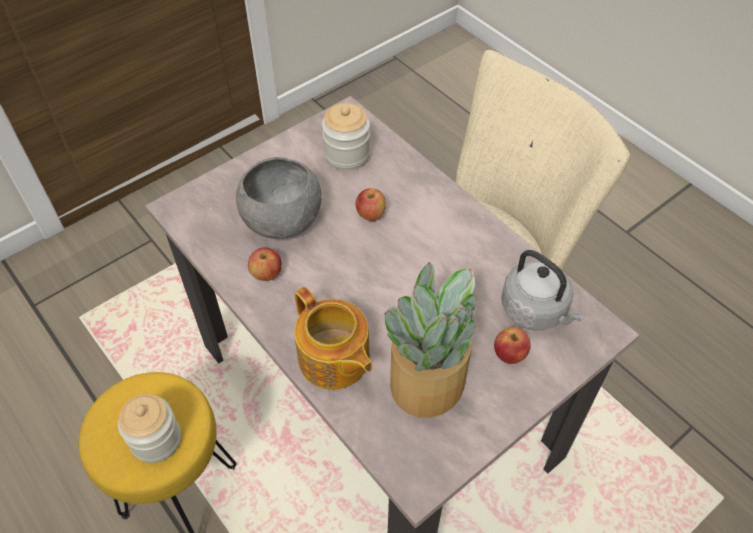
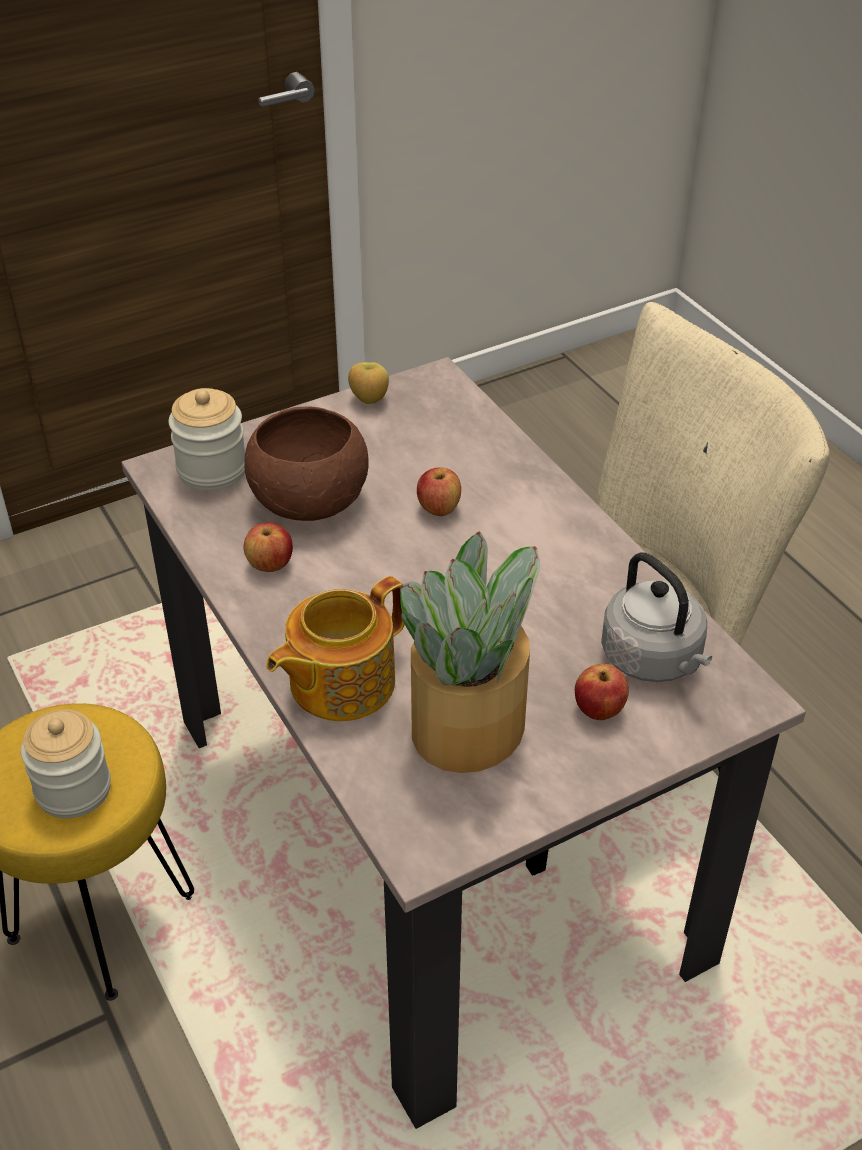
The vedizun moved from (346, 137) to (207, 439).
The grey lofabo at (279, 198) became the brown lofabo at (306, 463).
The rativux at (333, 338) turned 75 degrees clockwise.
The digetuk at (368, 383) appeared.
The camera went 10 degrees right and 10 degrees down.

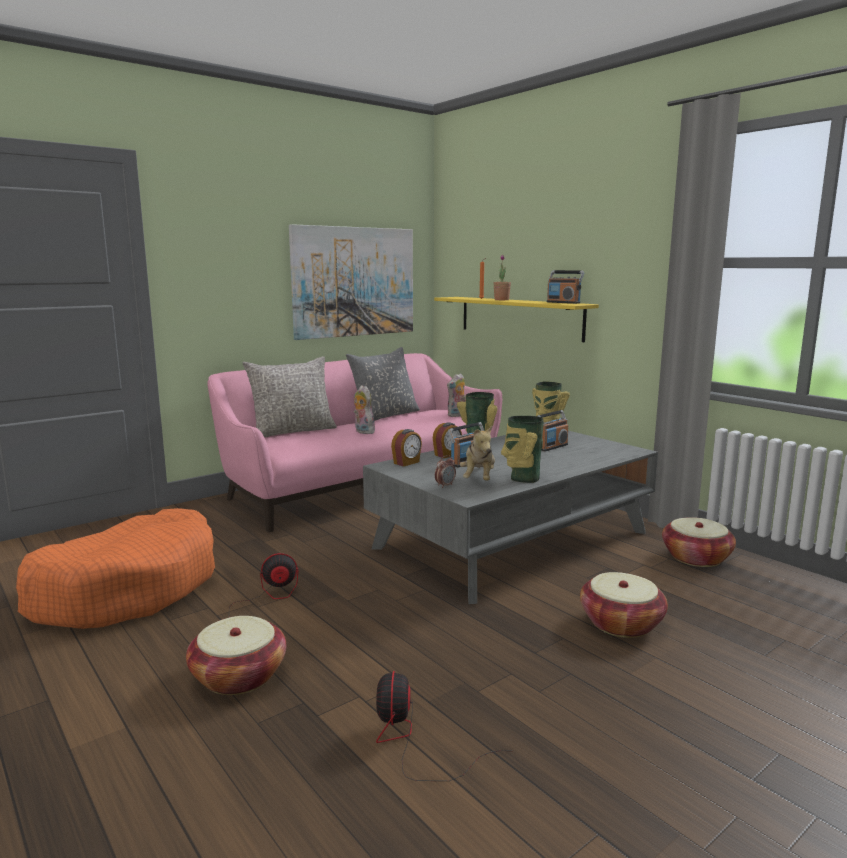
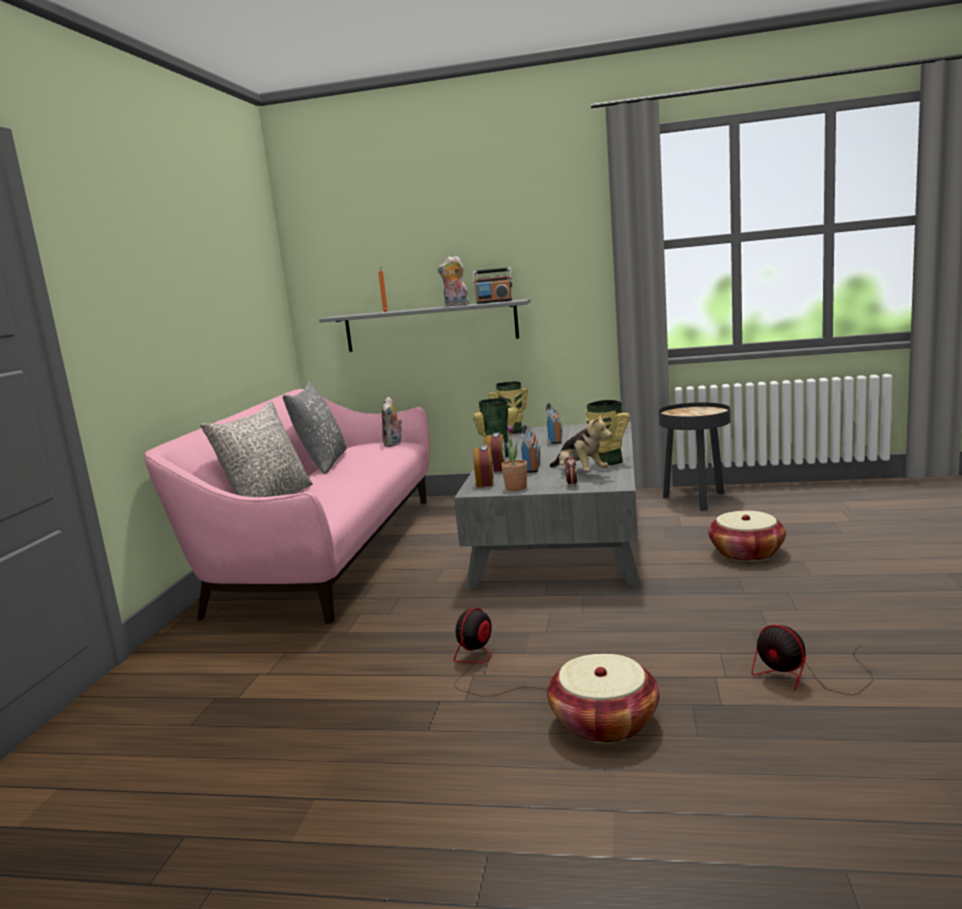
The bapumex at (351, 282) disappeared.
The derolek moved from (502, 277) to (514, 457).
The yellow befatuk at (516, 319) became the grey befatuk at (425, 325).
The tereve moved from (364, 409) to (453, 281).
The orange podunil at (115, 568) disappeared.
The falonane at (699, 542) was replaced by the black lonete at (694, 456).
The camera went 40 degrees left and 0 degrees up.

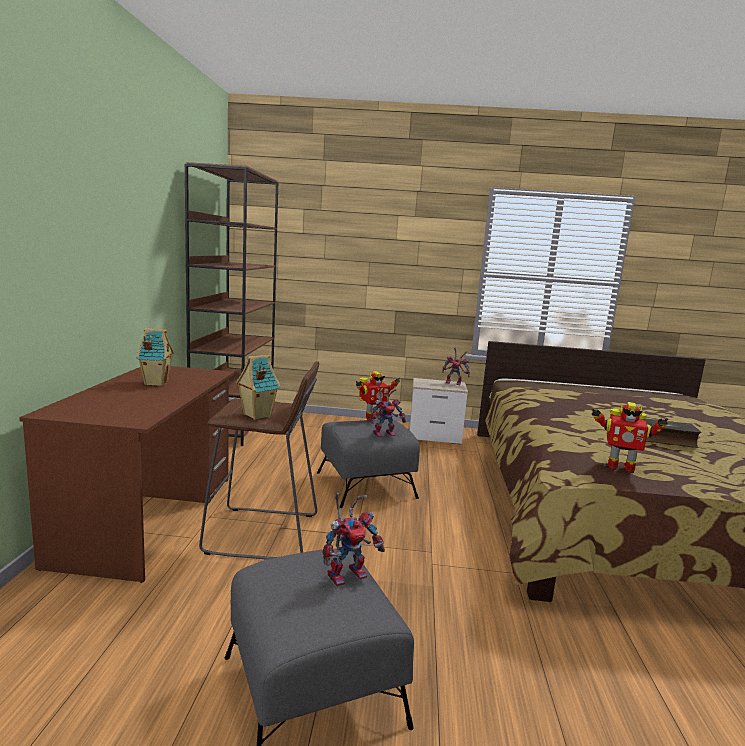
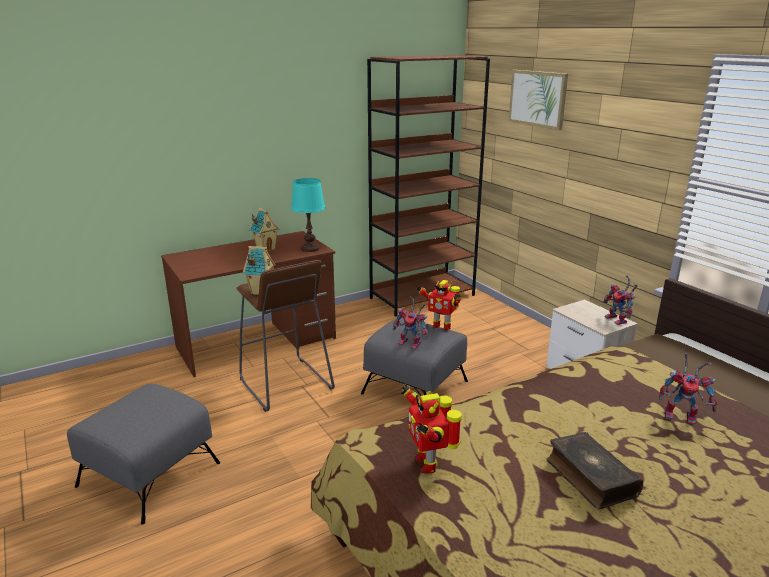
The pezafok moved from (353, 540) to (688, 388).
The bapumex at (538, 100) appeared.
The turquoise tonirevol at (308, 215) appeared.
The camera went 55 degrees right and 10 degrees up.

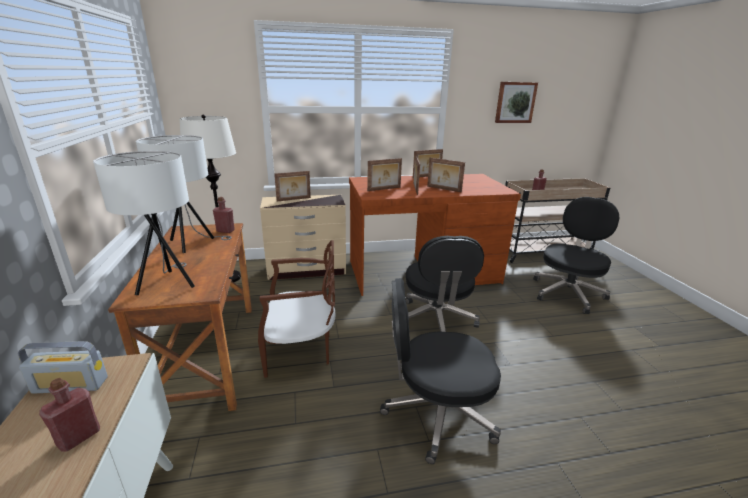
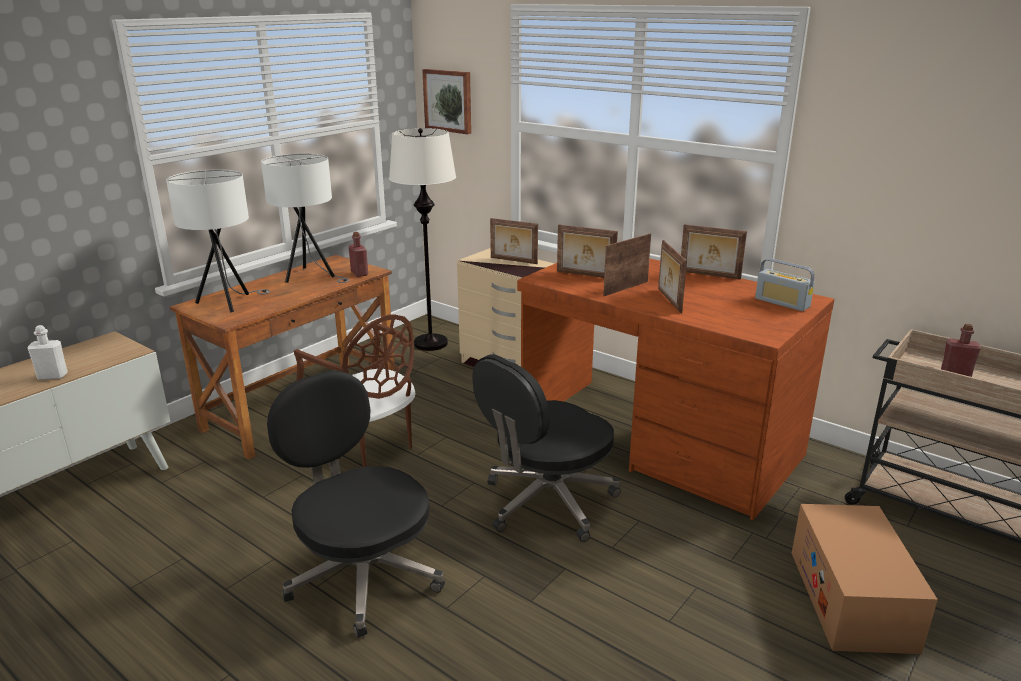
The bapumex moved from (516, 102) to (446, 101).
The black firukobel at (576, 255) was replaced by the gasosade at (865, 579).
The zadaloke moved from (63, 367) to (785, 284).
The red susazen at (69, 415) became the white susazen at (48, 352).
The camera went 50 degrees right and 0 degrees up.

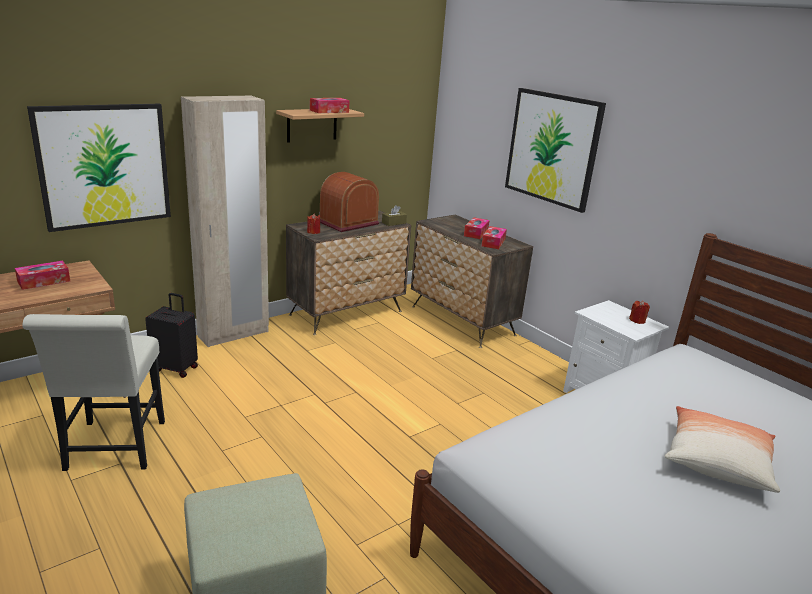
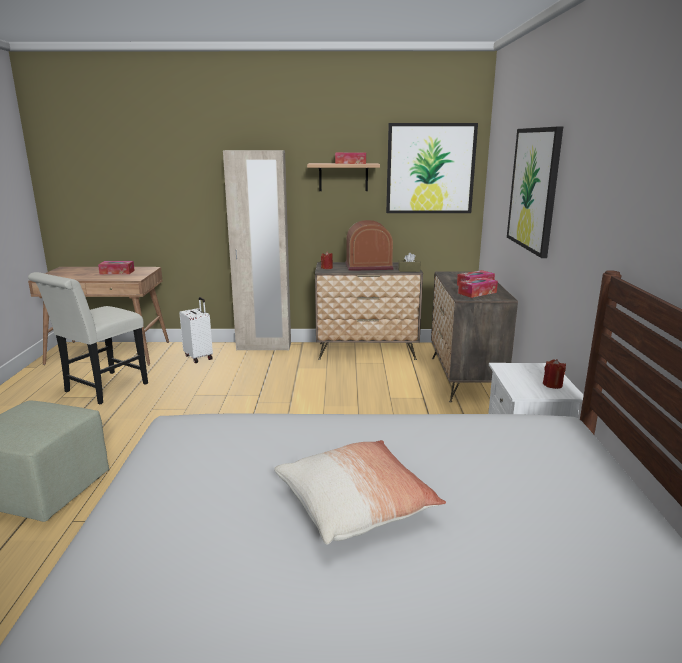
The bapumex moved from (99, 168) to (432, 168).
The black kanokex at (171, 335) became the white kanokex at (196, 330).
The camera went 40 degrees right and 5 degrees down.

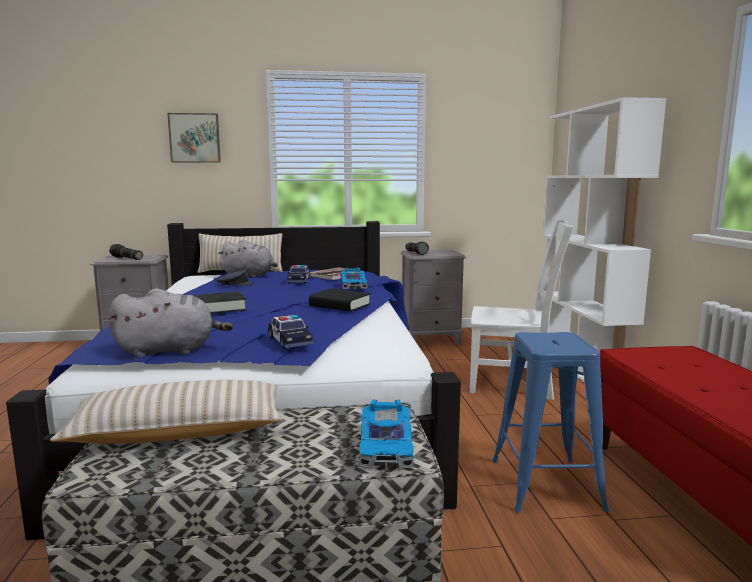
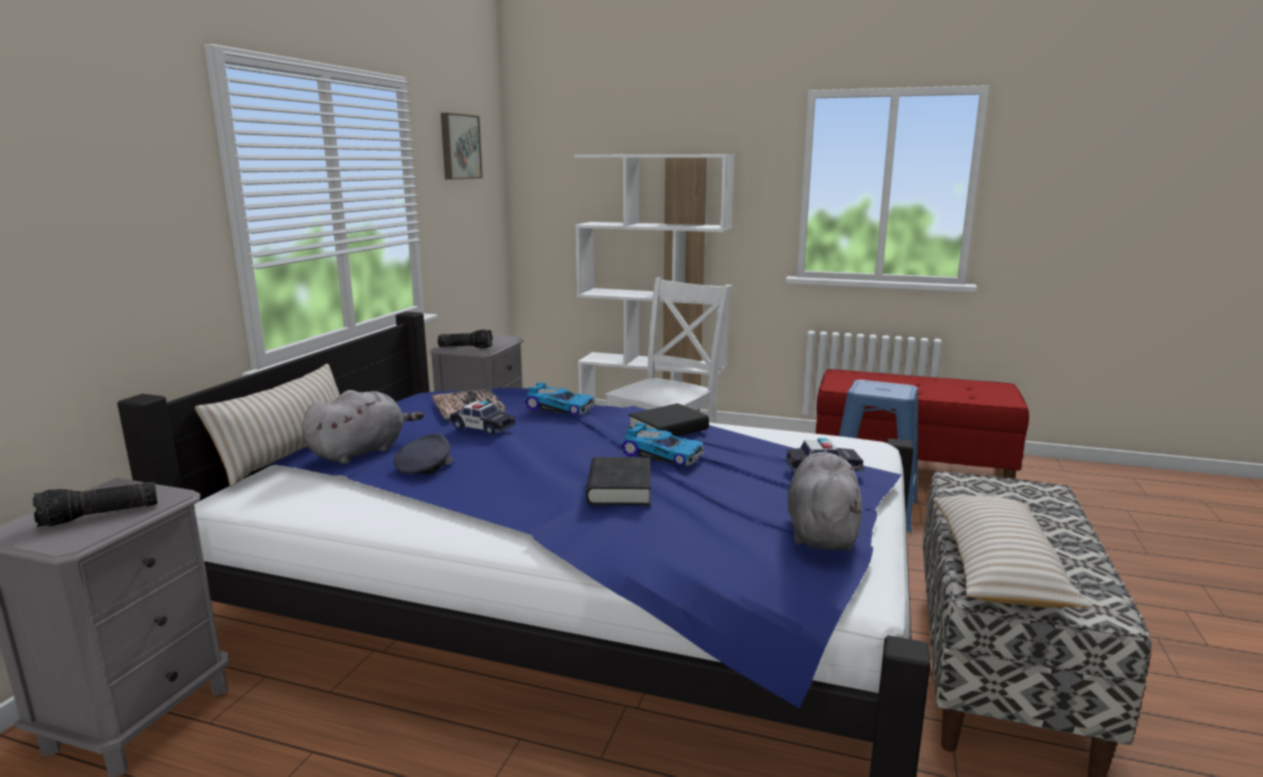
The bapumex moved from (194, 138) to (462, 146).
The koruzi moved from (386, 435) to (662, 444).
The camera went 65 degrees left and 5 degrees up.

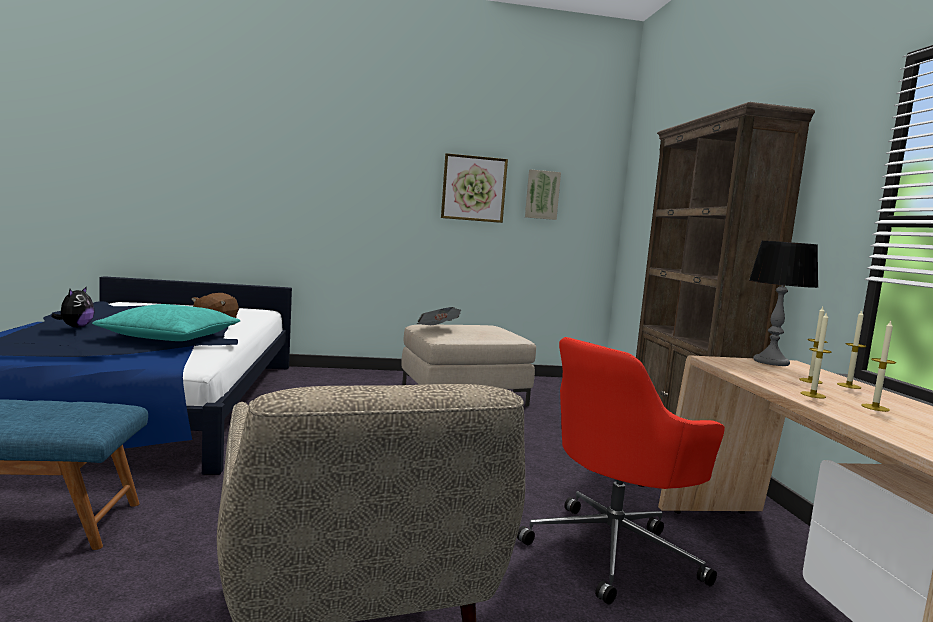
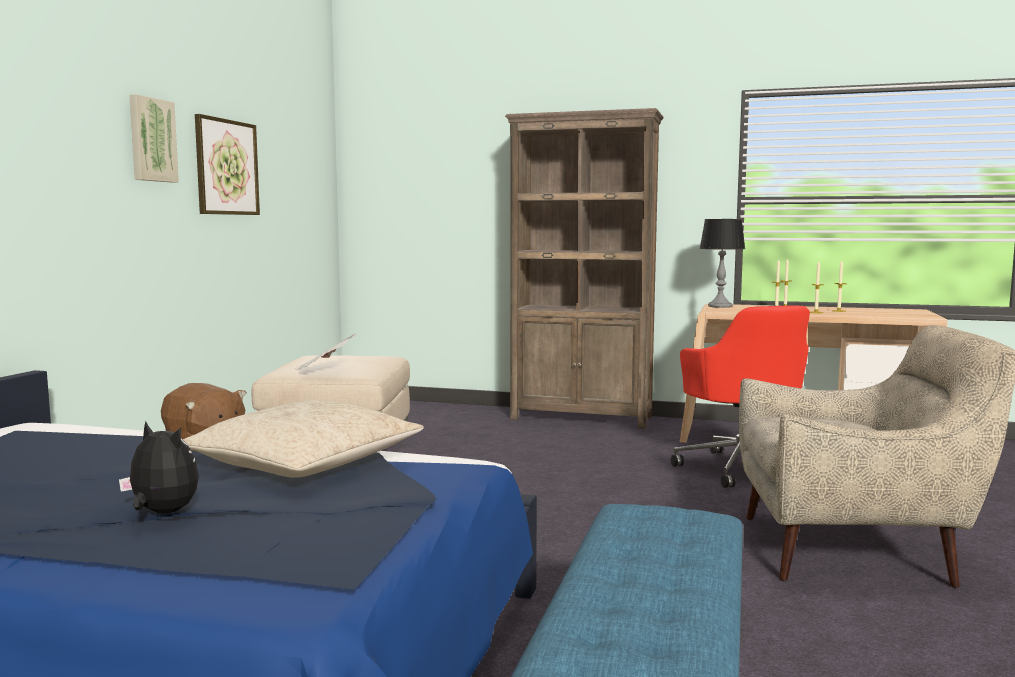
The bapumex moved from (543, 194) to (154, 138).
The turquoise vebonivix at (166, 322) became the beige vebonivix at (303, 439).
The camera went 65 degrees left and 0 degrees up.

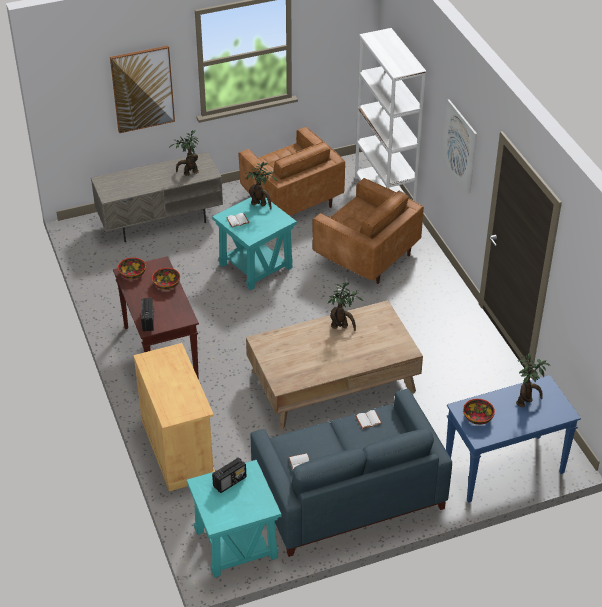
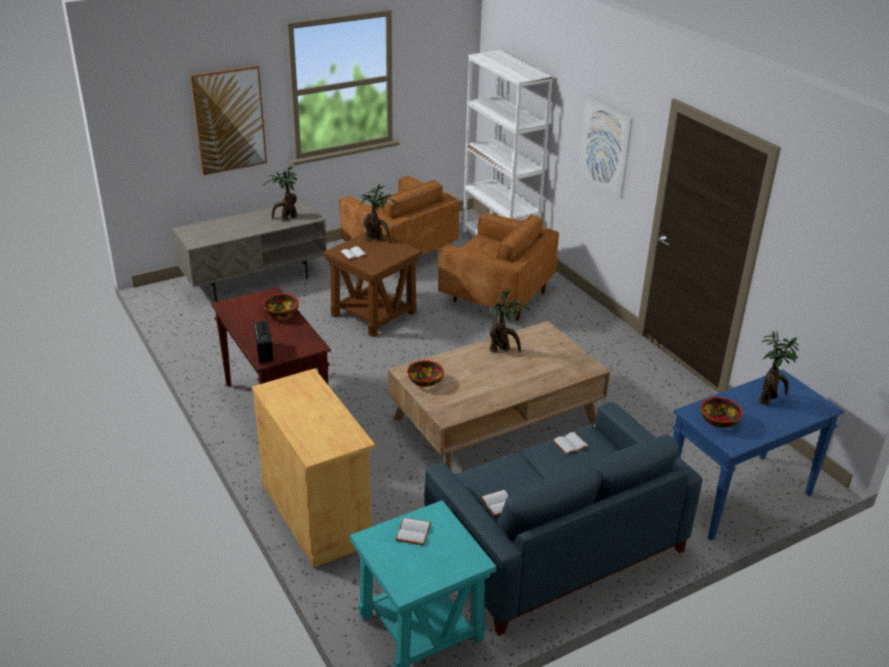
The turquoise lonete at (254, 243) became the brown lonete at (372, 284).
The lofabo moved from (132, 268) to (425, 373).
The zadaloke at (229, 475) was replaced by the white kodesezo at (413, 531).
The camera went 10 degrees left and 10 degrees down.

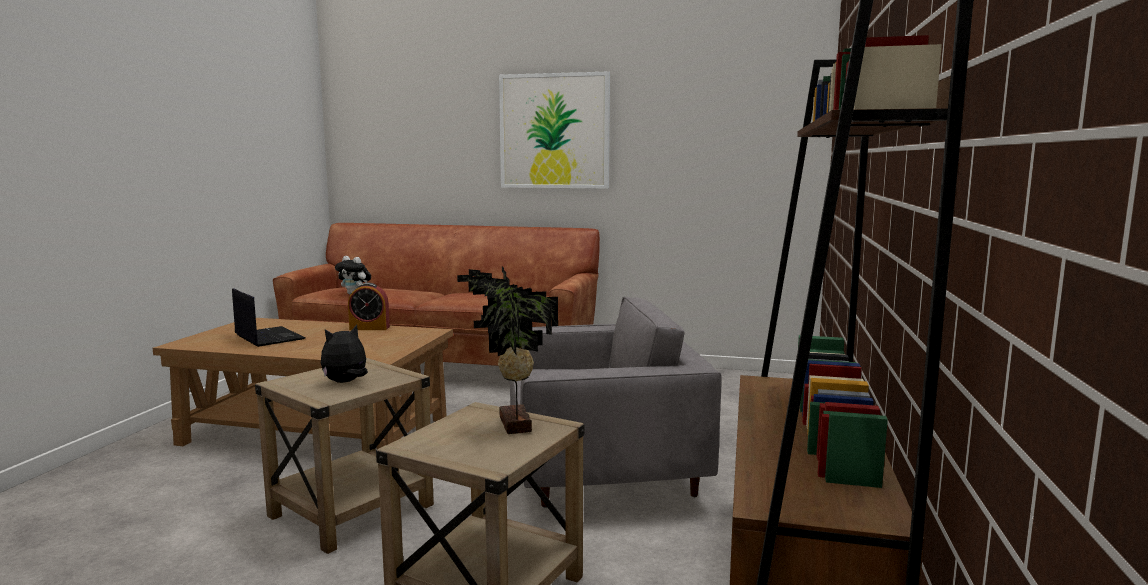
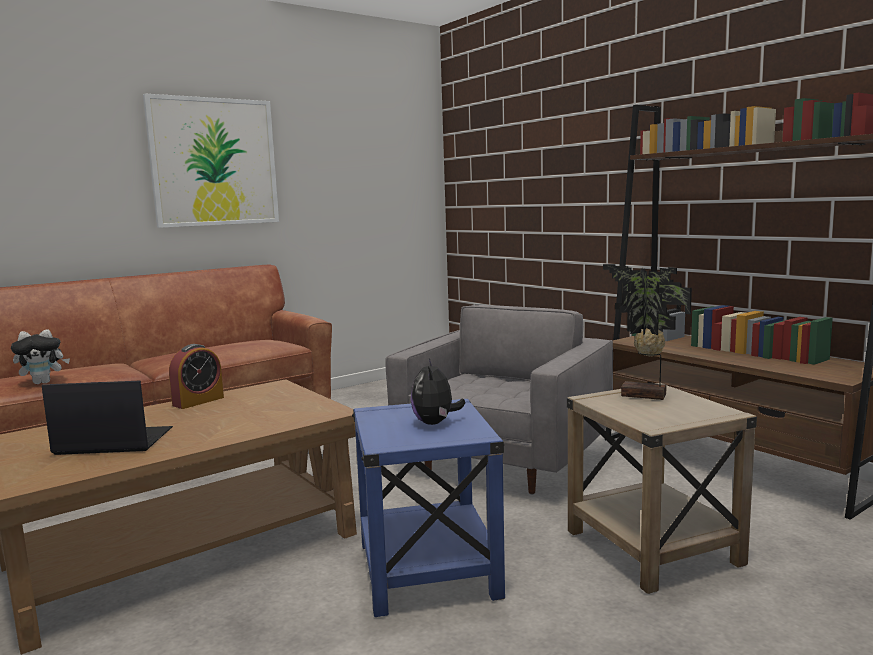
The beige lonete at (344, 456) became the blue lonete at (428, 508).
The camera went 50 degrees left and 0 degrees up.

